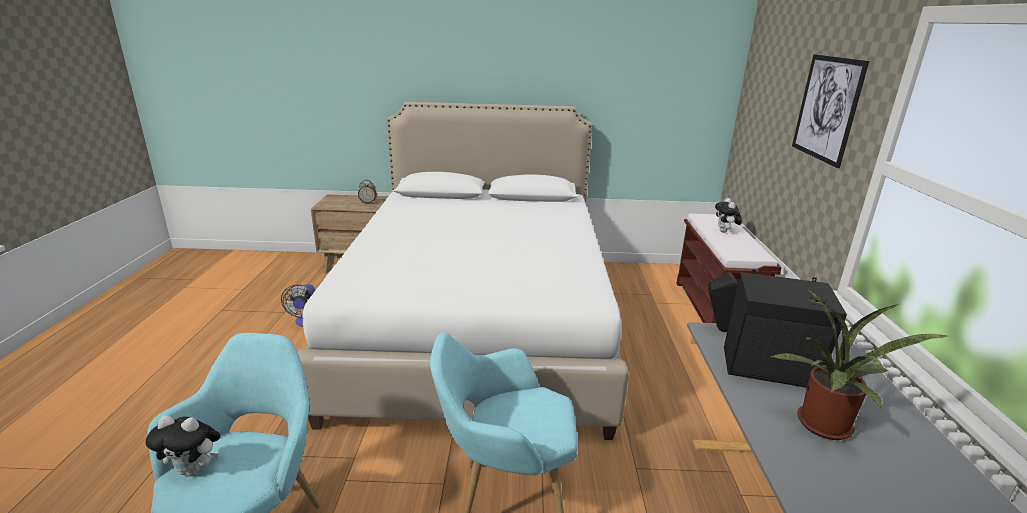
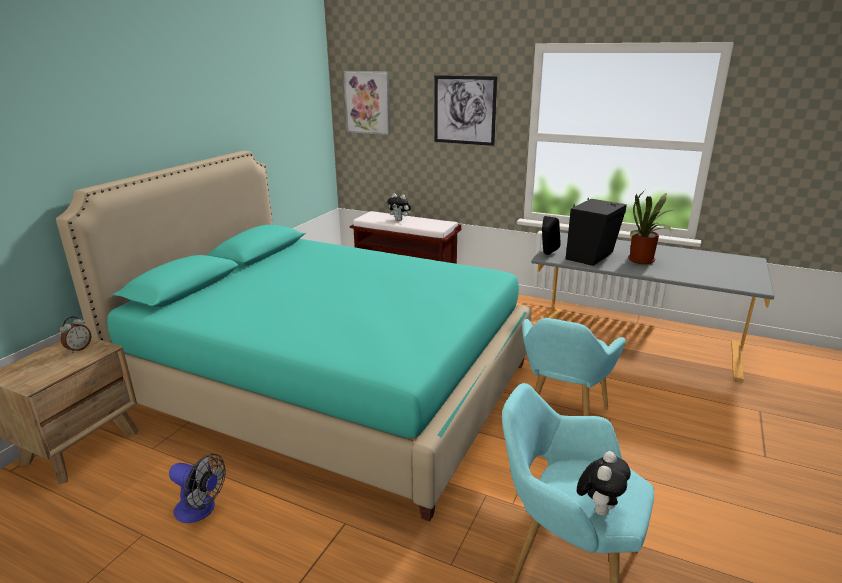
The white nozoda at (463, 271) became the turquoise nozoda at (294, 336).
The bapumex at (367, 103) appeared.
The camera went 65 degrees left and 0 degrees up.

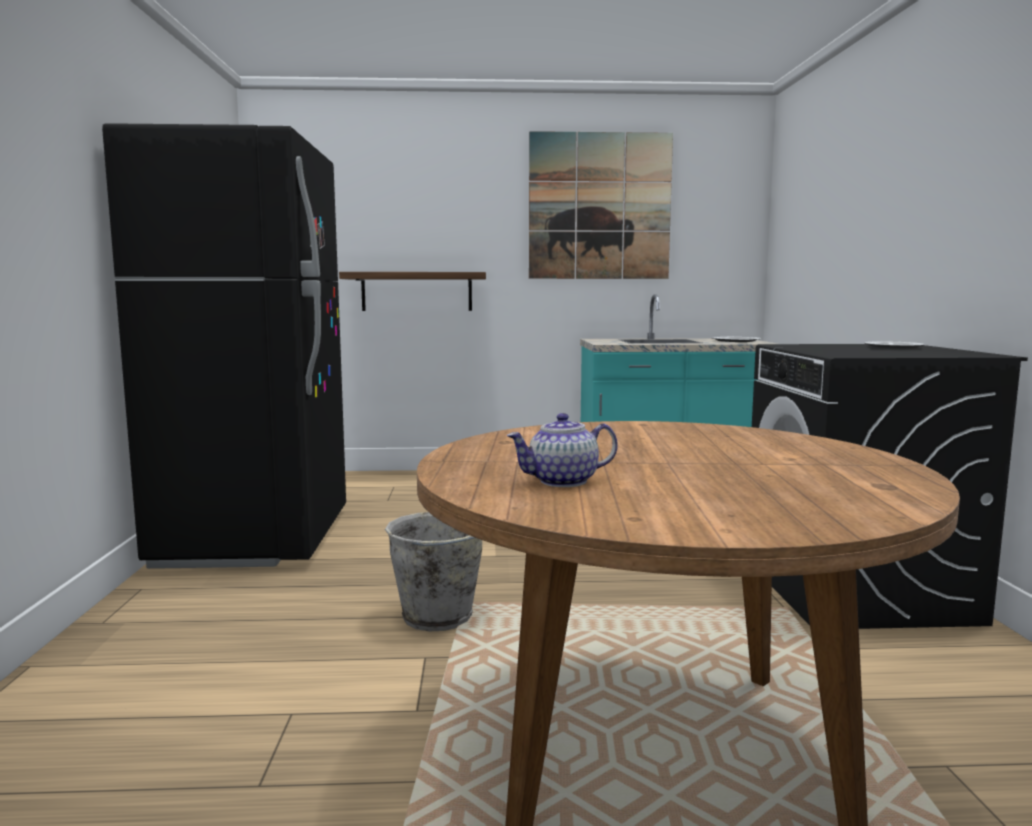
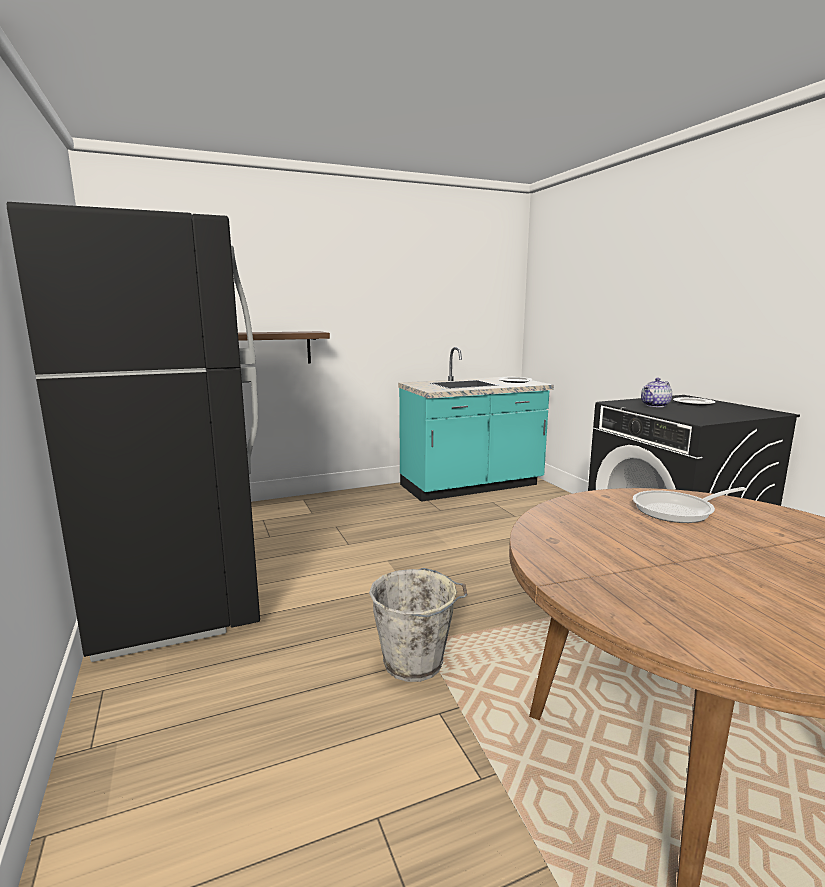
The bapumex at (601, 205) disappeared.
The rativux moved from (562, 450) to (656, 392).
The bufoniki at (690, 505) appeared.
The camera went 20 degrees left and 5 degrees up.

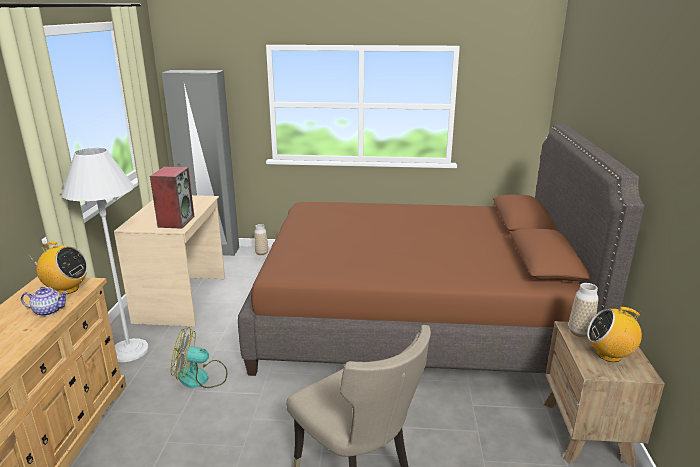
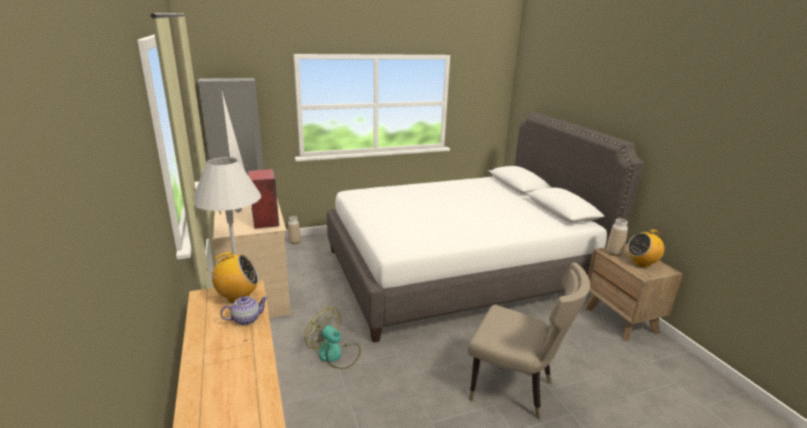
The brown nozoda at (441, 250) became the white nozoda at (485, 227).
The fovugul at (199, 357) turned 60 degrees clockwise.
The camera went 25 degrees left and 0 degrees up.

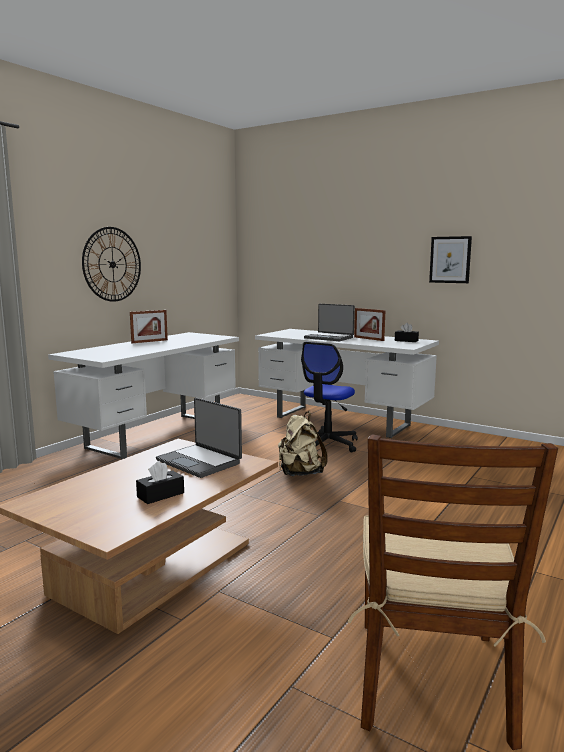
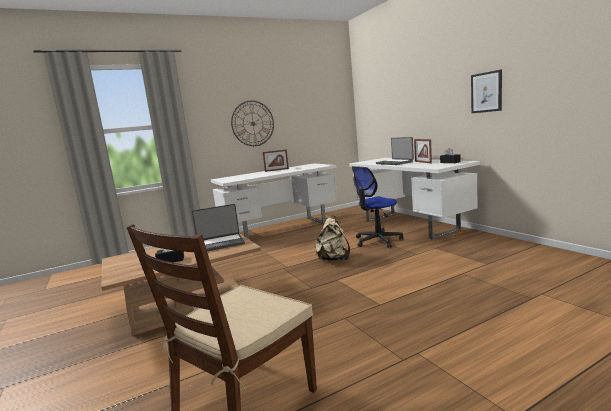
The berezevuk at (199, 438) turned 90 degrees counterclockwise.
The camera went 30 degrees right and 0 degrees up.

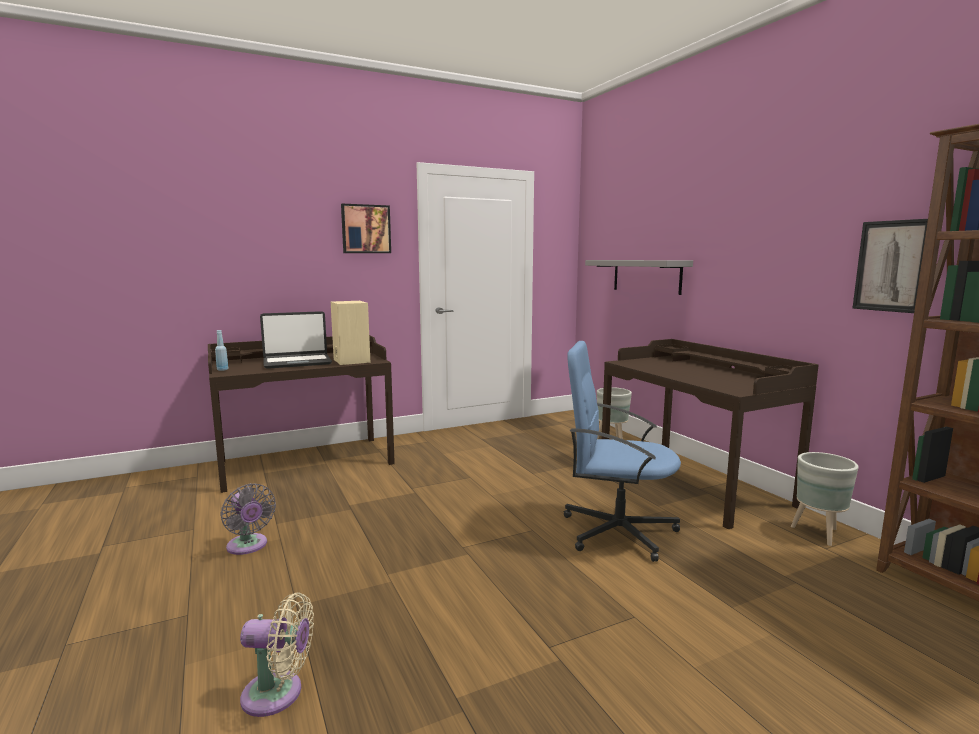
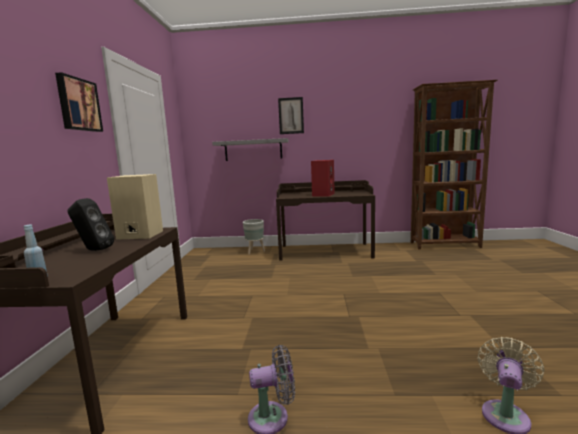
The bapumex moved from (890, 266) to (291, 115).
The berezevuk at (296, 340) was replaced by the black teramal at (91, 224).
The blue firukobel at (622, 451) disappeared.
The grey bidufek at (825, 499) disappeared.
The red teramal at (323, 178) appeared.
The camera went 60 degrees left and 0 degrees up.

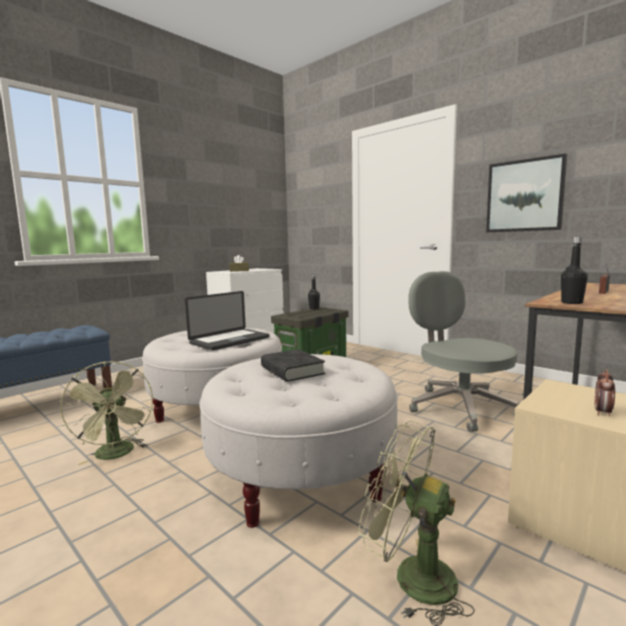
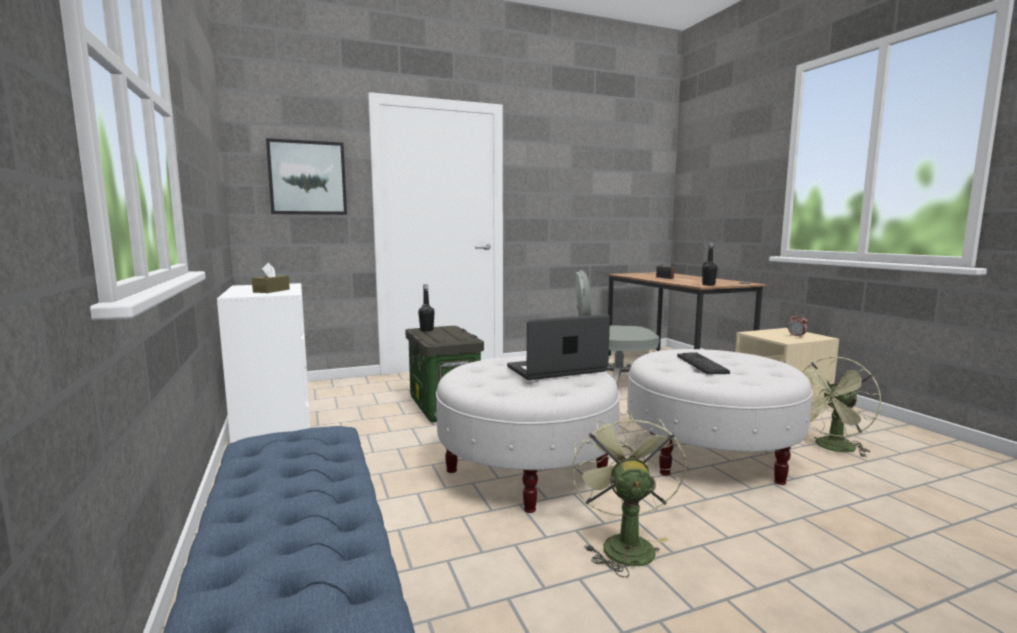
The bapumex moved from (526, 192) to (306, 176).
The berezevuk at (227, 320) turned 90 degrees counterclockwise.
The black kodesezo at (293, 365) was replaced by the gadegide at (703, 363).
The green fovugul at (106, 413) turned 90 degrees counterclockwise.
The camera went 65 degrees left and 0 degrees up.

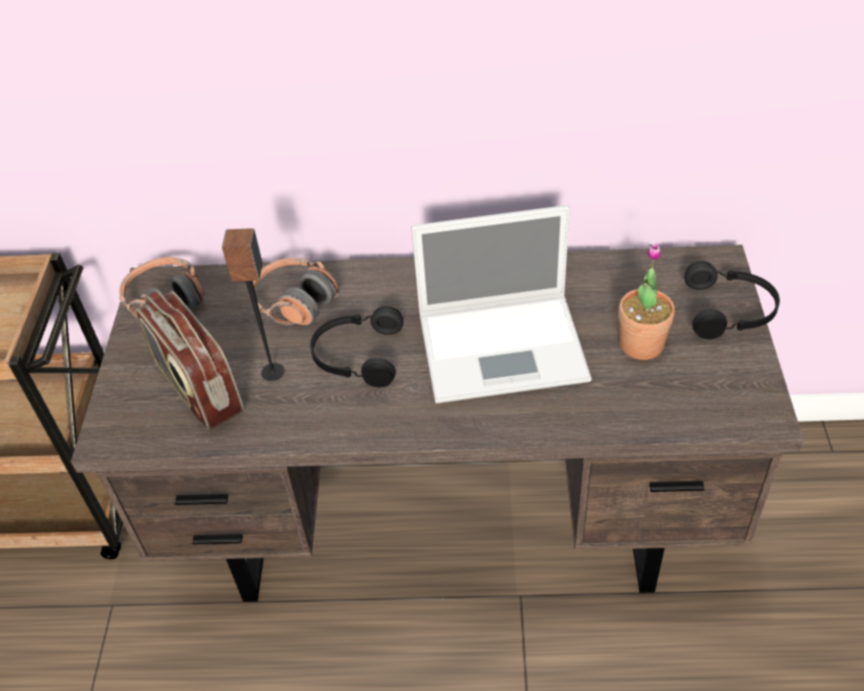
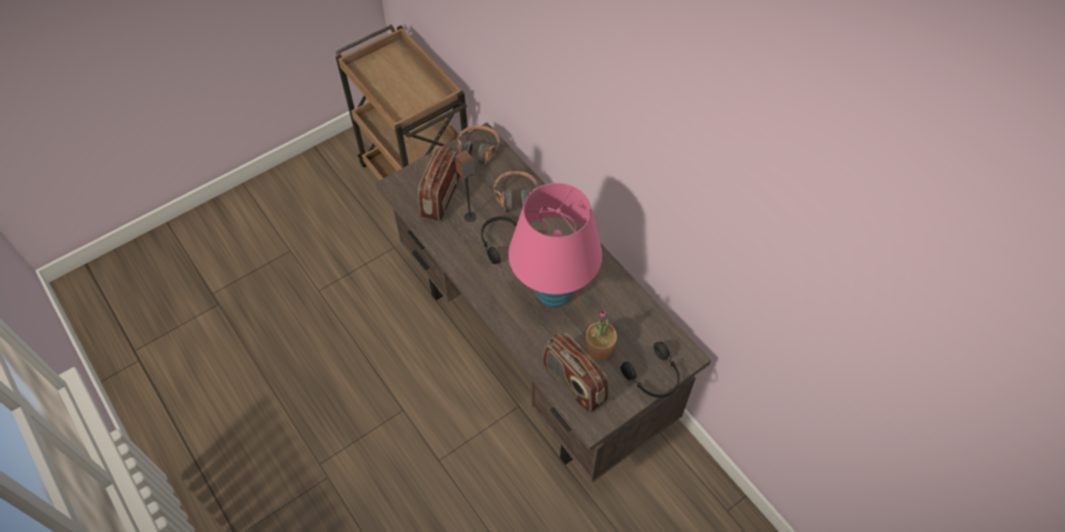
The berezevuk at (501, 304) was replaced by the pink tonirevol at (555, 245).
The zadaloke at (575, 372) appeared.
The camera went 50 degrees right and 10 degrees up.

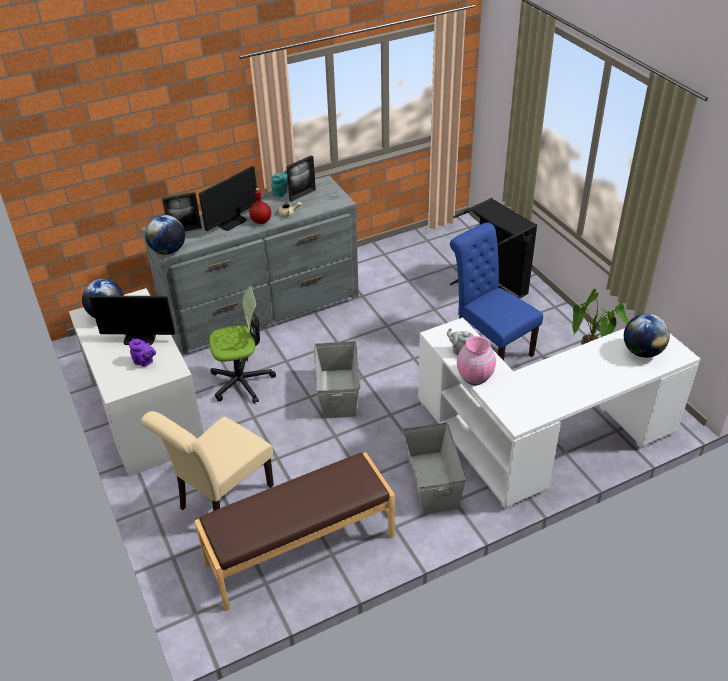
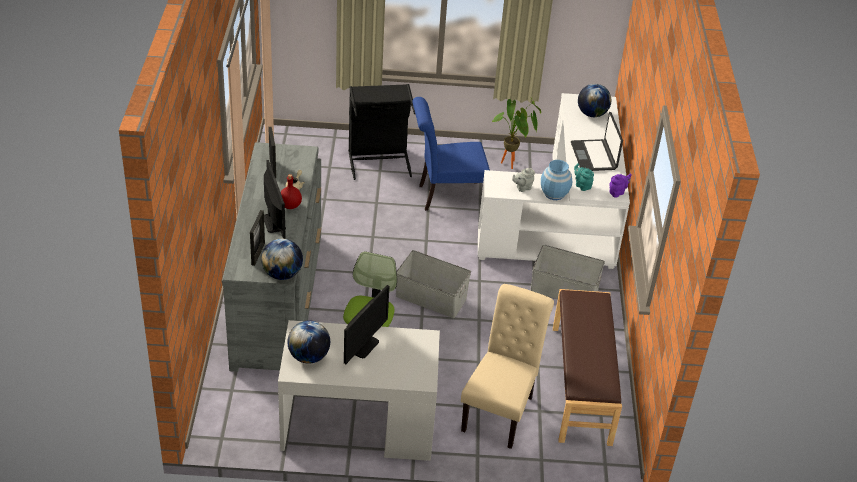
The turquoise rativux moved from (279, 183) to (584, 177).
The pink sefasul at (476, 360) became the blue sefasul at (556, 180).
The purple rativux moved from (142, 352) to (620, 185).
The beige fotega at (207, 461) turned 135 degrees counterclockwise.
The berezevuk at (597, 141) appeared.
The camera went 65 degrees left and 0 degrees up.

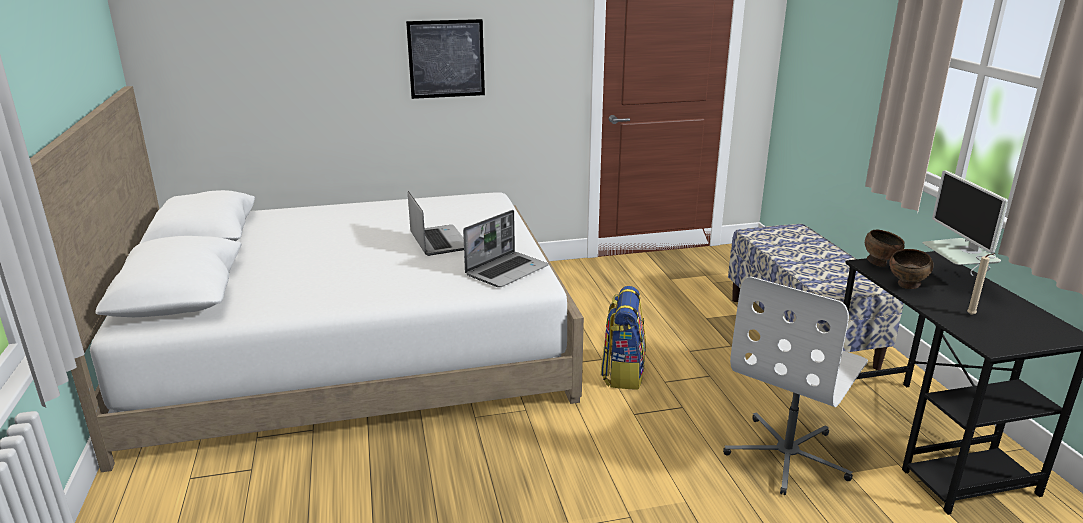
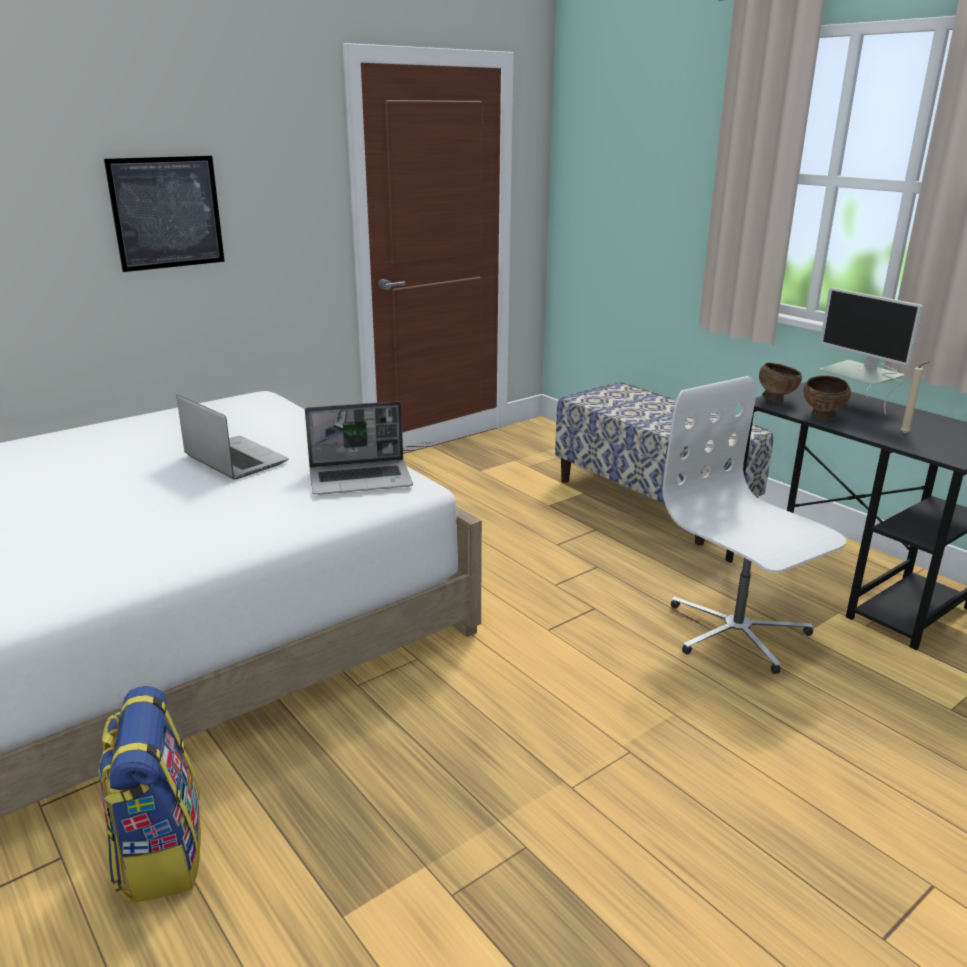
The berezevuk at (506, 248) turned 60 degrees clockwise.
The white firukobel at (795, 385) turned 135 degrees clockwise.
The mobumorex moved from (623, 338) to (149, 795).
The camera went 25 degrees left and 0 degrees up.

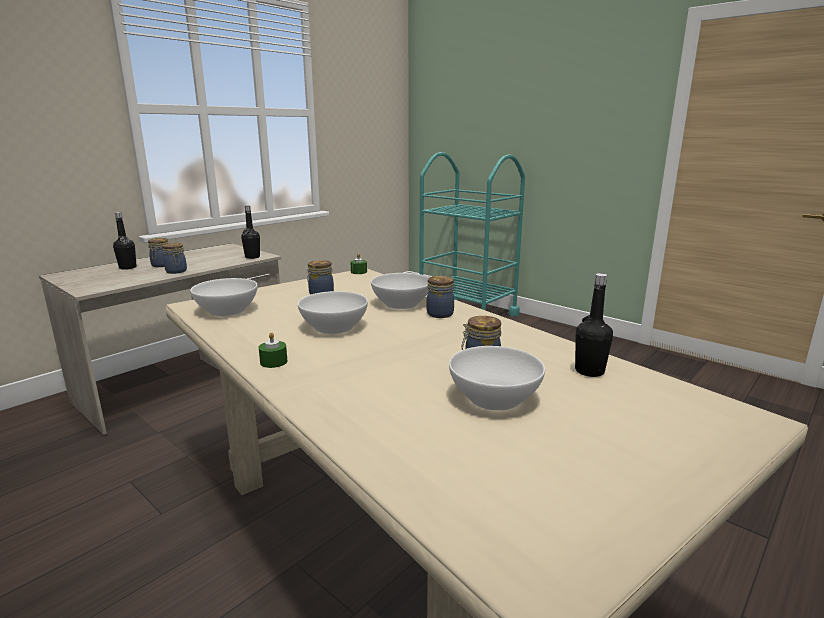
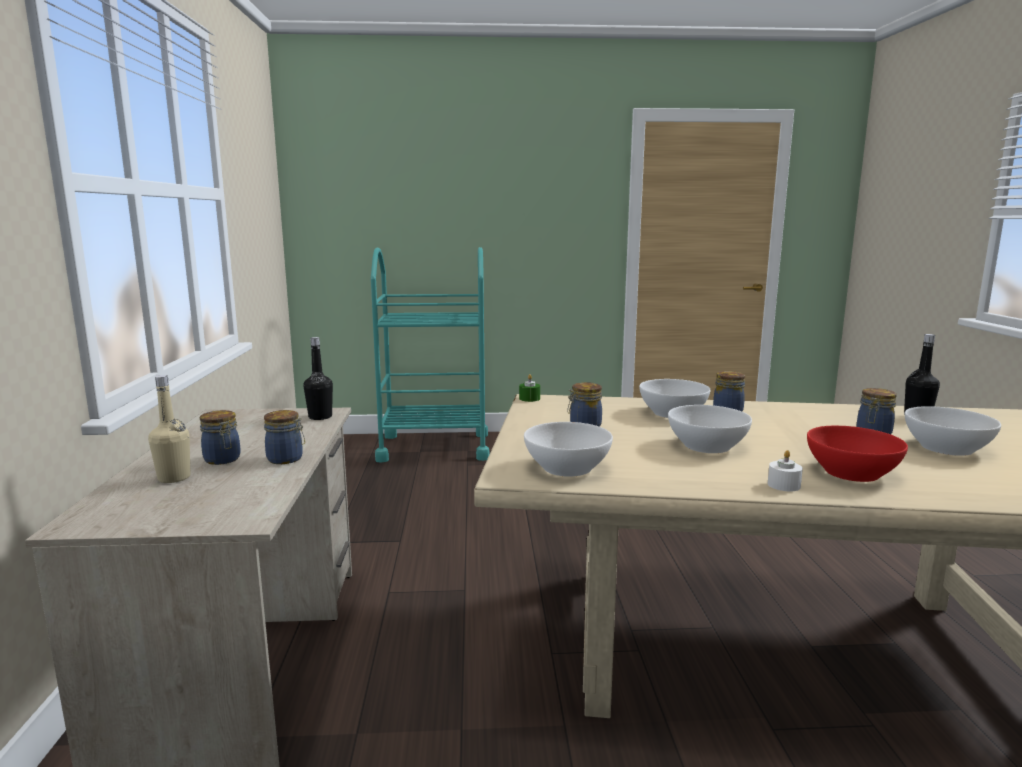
The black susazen at (125, 241) became the beige susazen at (169, 429).
The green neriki at (273, 350) became the white neriki at (785, 470).
The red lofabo at (857, 454) appeared.
The camera went 45 degrees left and 5 degrees down.

